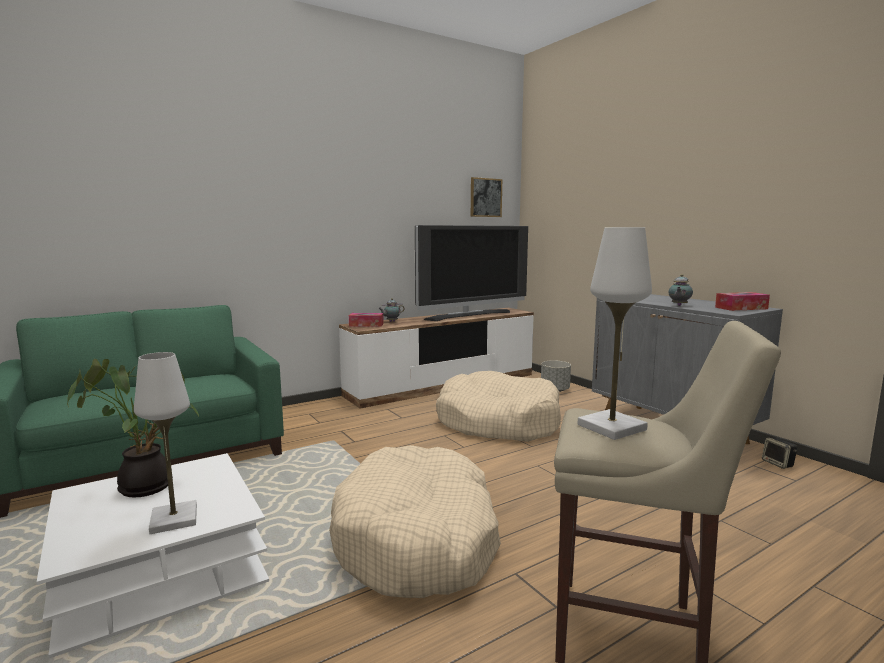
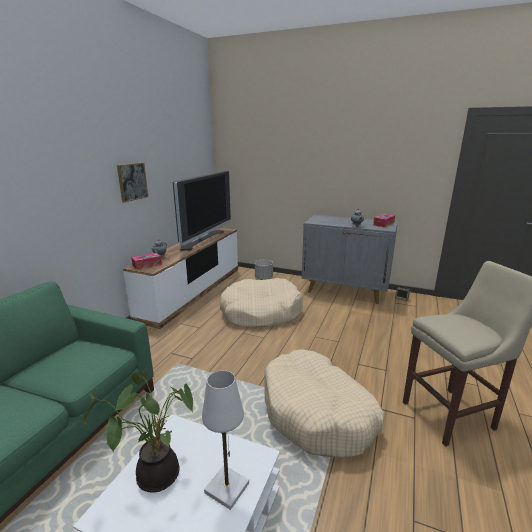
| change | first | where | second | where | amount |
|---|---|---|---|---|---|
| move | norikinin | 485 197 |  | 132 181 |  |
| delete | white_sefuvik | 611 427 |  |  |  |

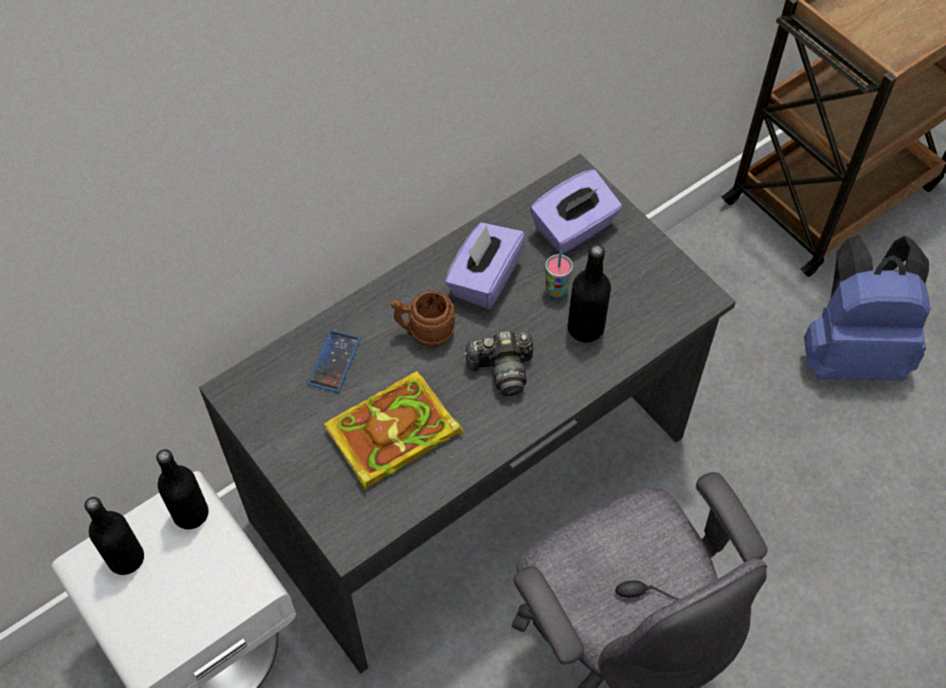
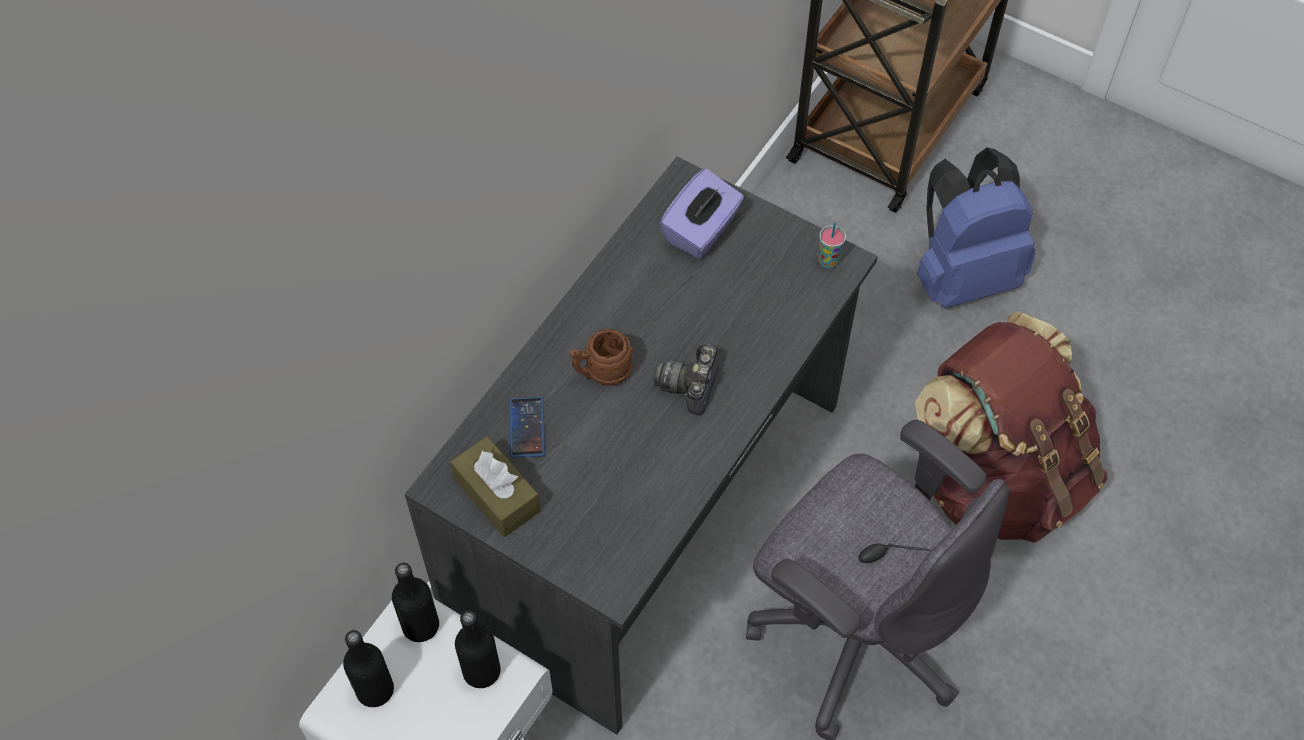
| change | first | where | second | where | amount |
|---|---|---|---|---|---|
| delete | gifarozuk | 391 435 |  |  |  |
| delete | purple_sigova | 484 279 |  |  |  |
| rotate | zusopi | 502 370 |  | 690 385 | 135 degrees clockwise |
| move | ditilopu | 556 290 |  | 828 261 |  |
| move | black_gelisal | 585 328 |  | 481 671 |  |
| insert |  |  | brown_sigova | 497 495 |  |
| insert |  |  | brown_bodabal | 998 477 |  |

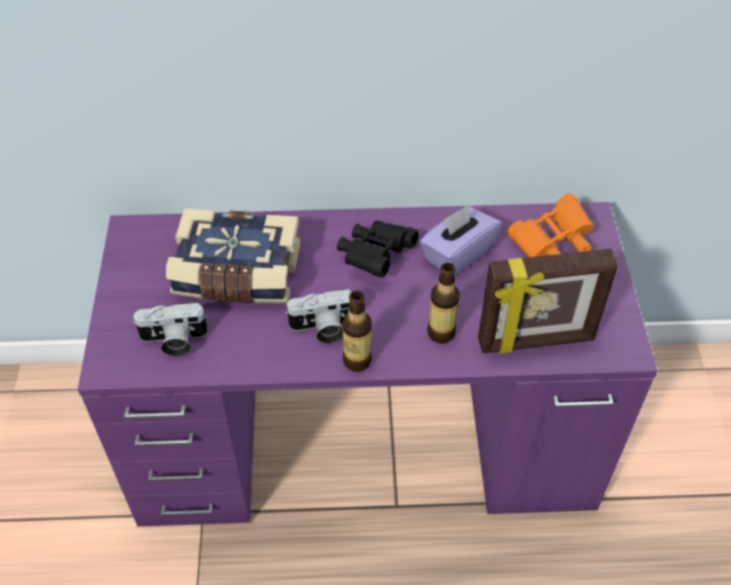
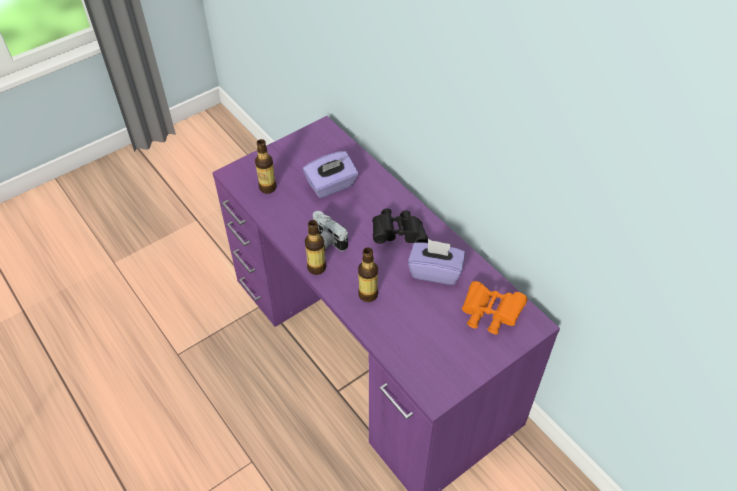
| change | first | where | second | where | amount |
|---|---|---|---|---|---|
| replace | zusopi | 173 341 | gelisal | 268 188 |  |
| replace | gifarozuk | 237 275 | purple_sigova | 331 185 |  |
| delete | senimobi | 536 341 |  |  |  |

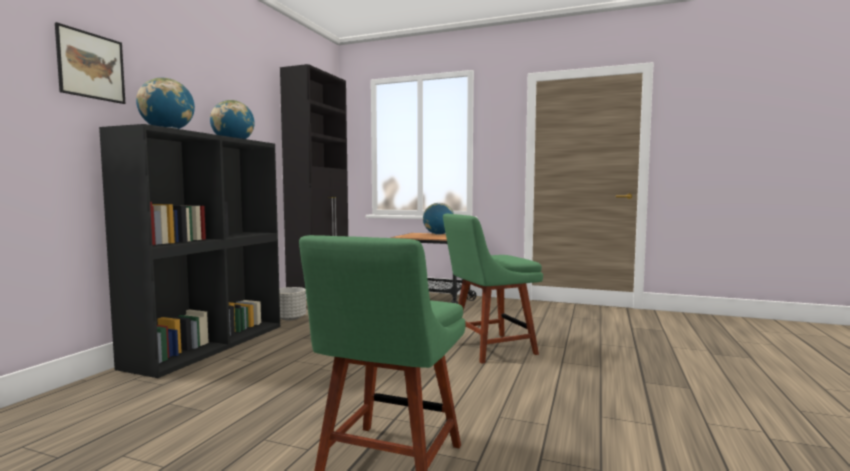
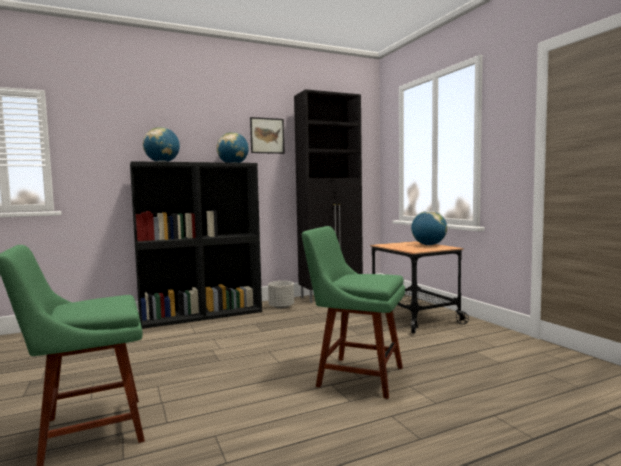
| change | first | where | second | where | amount |
|---|---|---|---|---|---|
| move | norikinin | 91 66 |  | 267 135 |  |

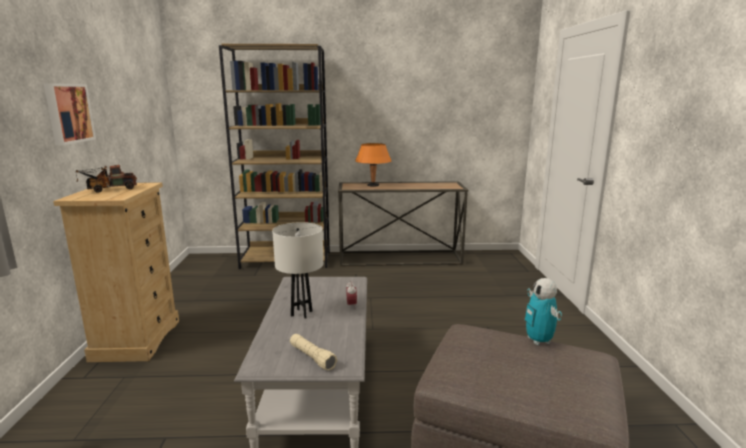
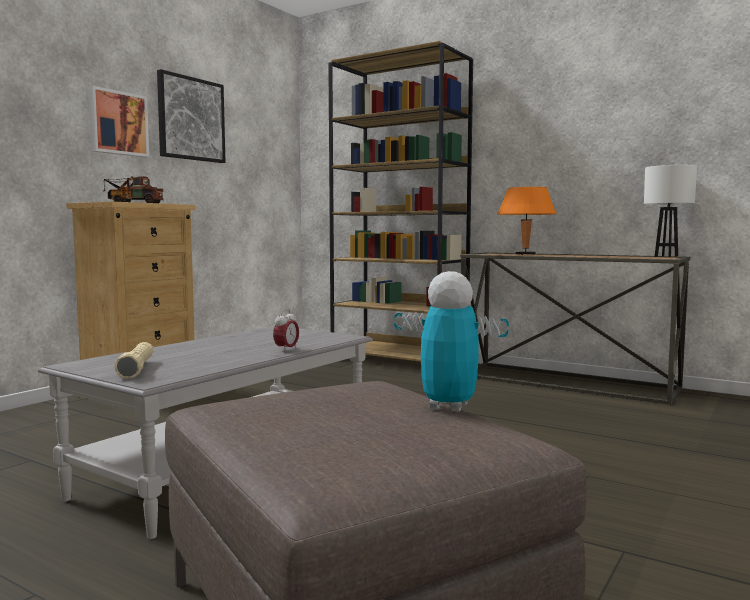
| change | first | where | second | where | amount |
|---|---|---|---|---|---|
| move | white_sefuvik | 301 313 |  | 666 256 |  |
| rotate | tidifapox | 539 341 |  | 448 406 | 90 degrees clockwise |
| insert |  |  | norikinin | 191 119 |  |

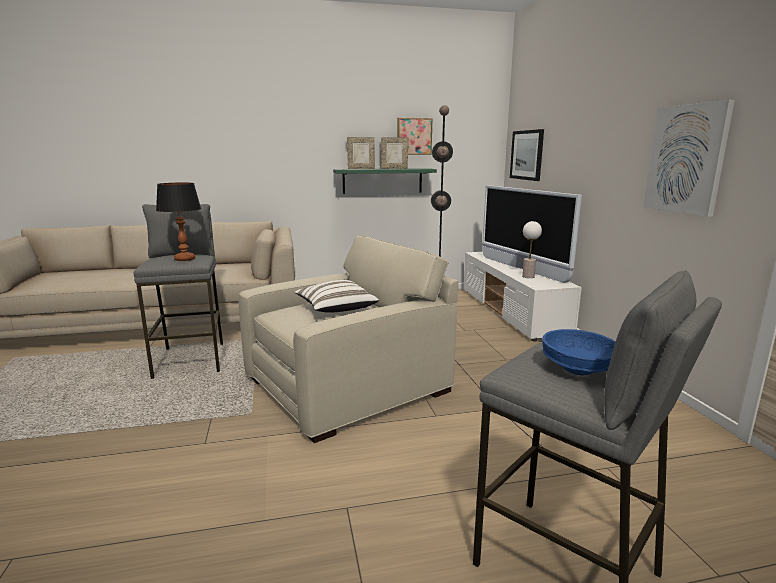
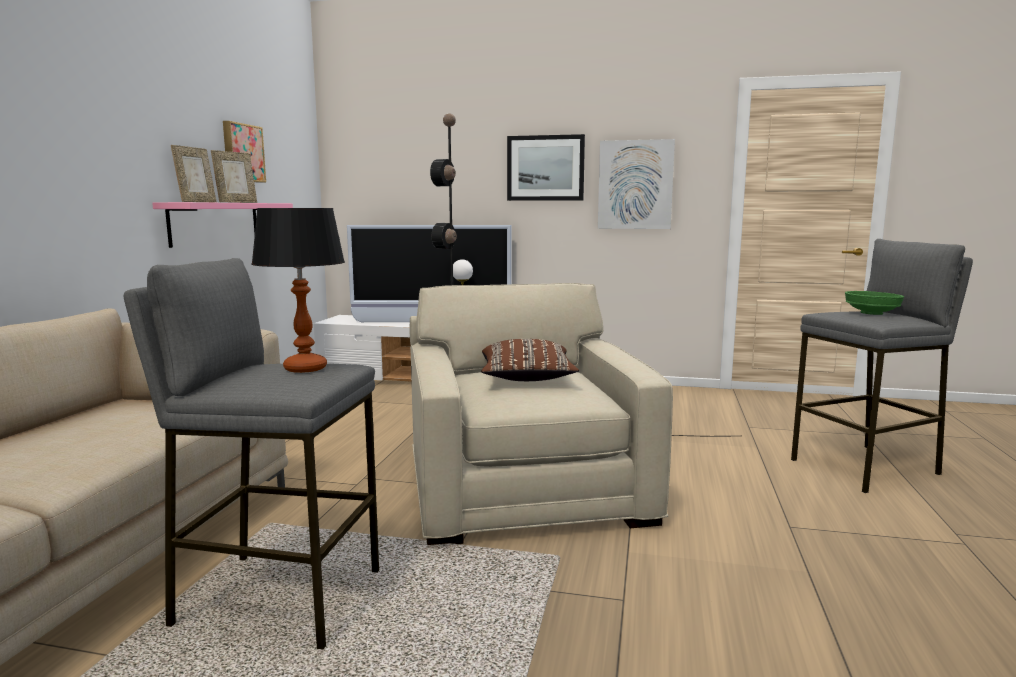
| change | first | where | second | where | amount |
|---|---|---|---|---|---|
| recolor | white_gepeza | 335 309 | brown_gepeza | 526 379 |  |
| recolor | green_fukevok | 382 180 | pink_fukevok | 215 223 |  |
| move | norikinin | 527 155 |  | 545 168 |  |
| recolor | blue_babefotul | 577 369 | green_babefotul | 872 313 |  |

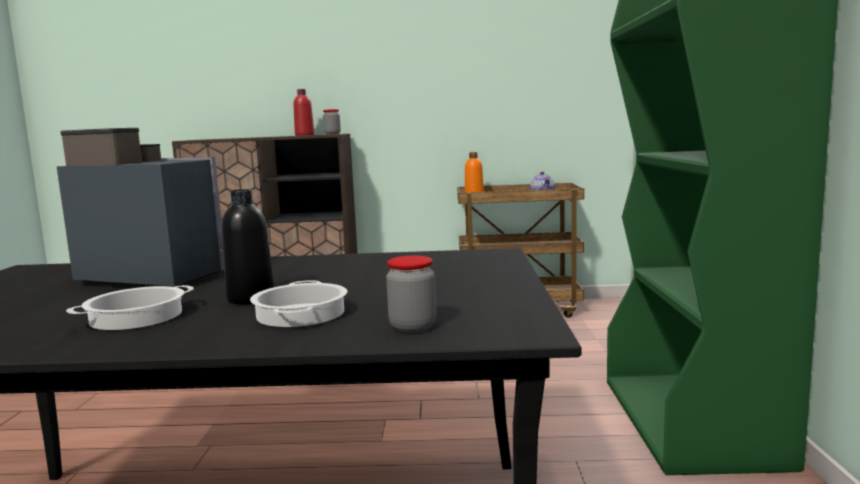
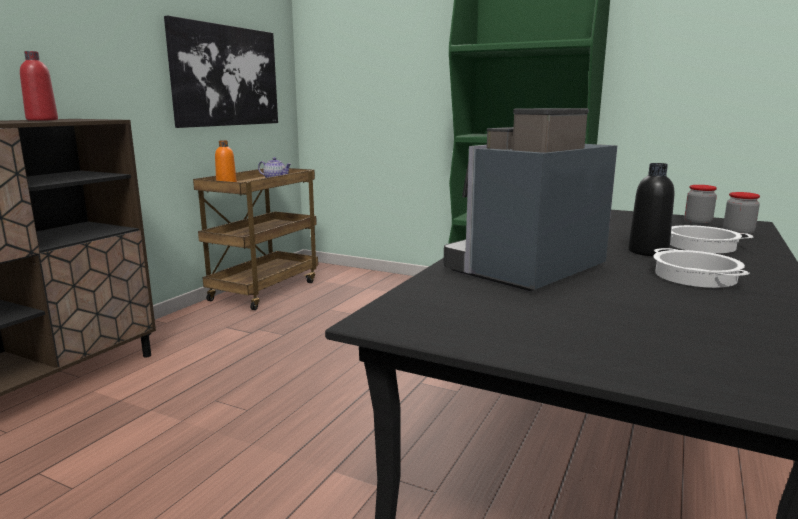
| change | first | where | second | where | amount |
|---|---|---|---|---|---|
| move | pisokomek | 332 134 |  | 697 223 |  |
| insert |  |  | norikinin | 226 76 |  |

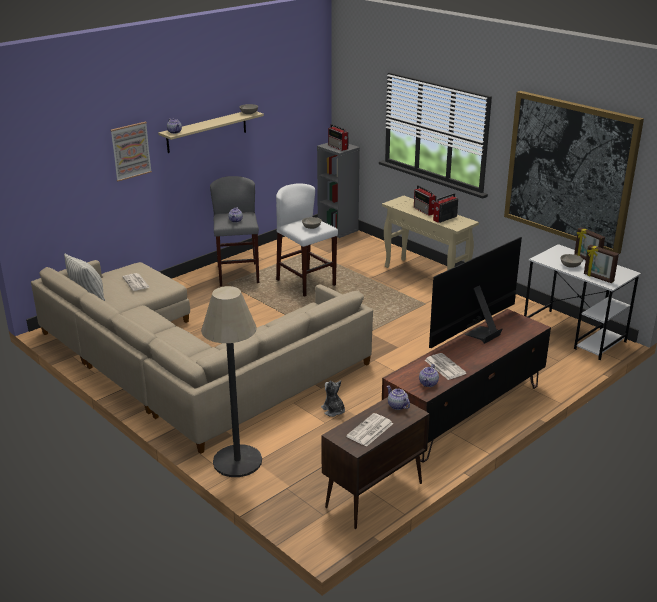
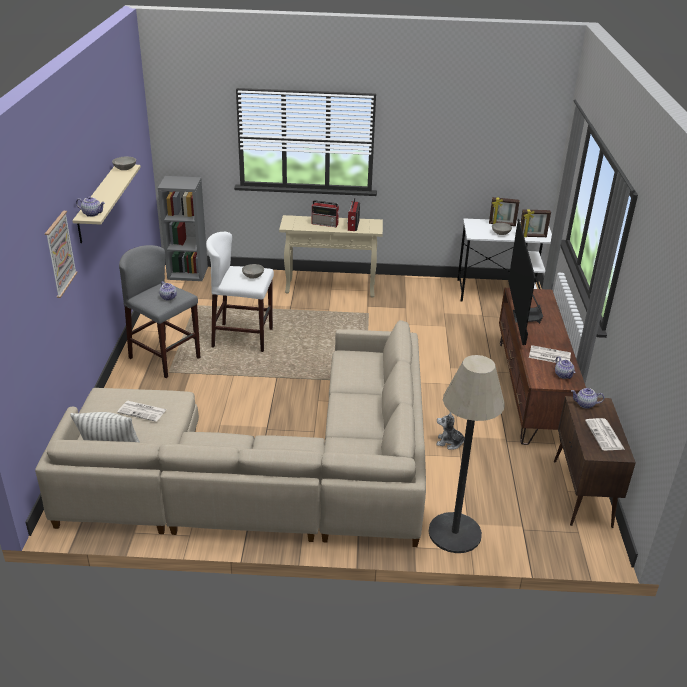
| change | first | where | second | where | amount |
|---|---|---|---|---|---|
| delete | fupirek | 338 147 |  |  |  |
| delete | norikinin | 570 170 |  |  |  |

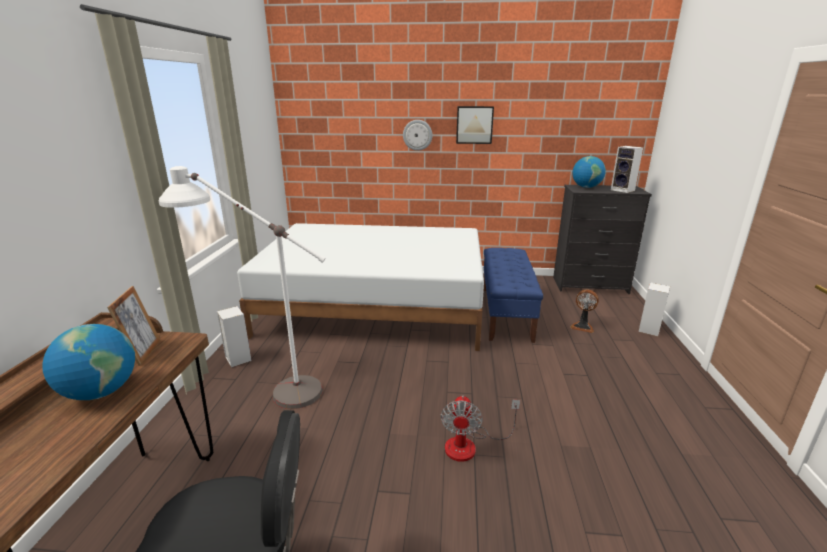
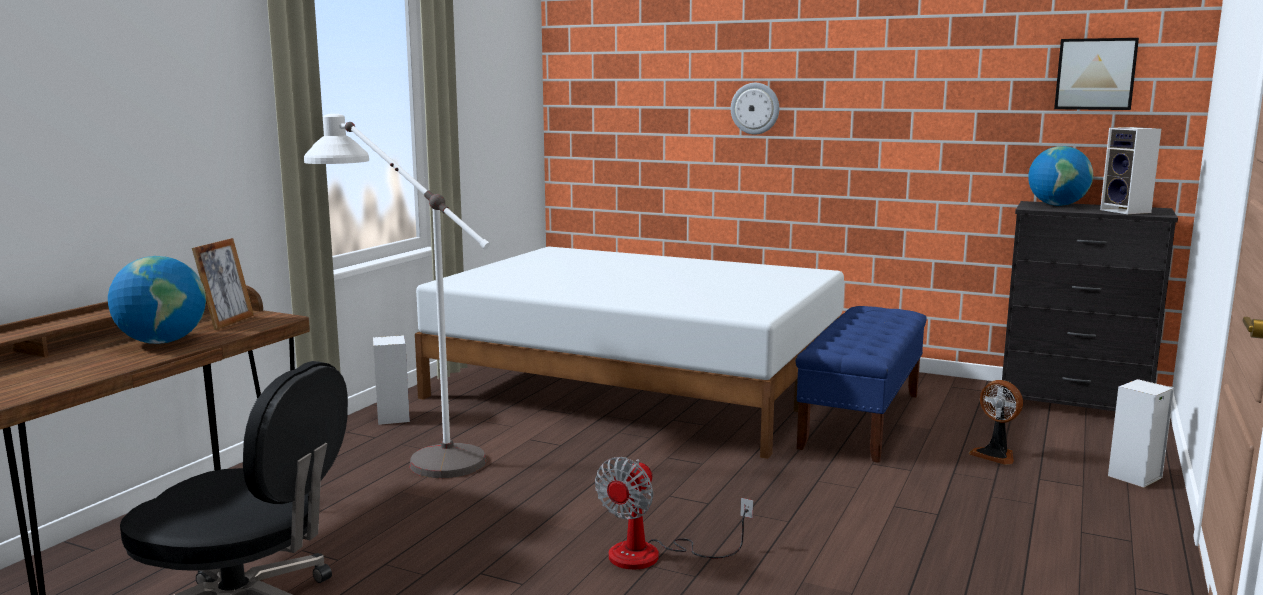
| change | first | where | second | where | amount |
|---|---|---|---|---|---|
| move | norikinin | 474 125 |  | 1095 74 |  |

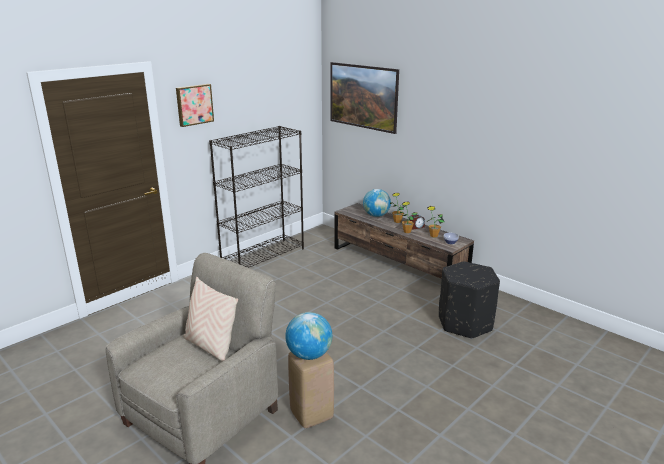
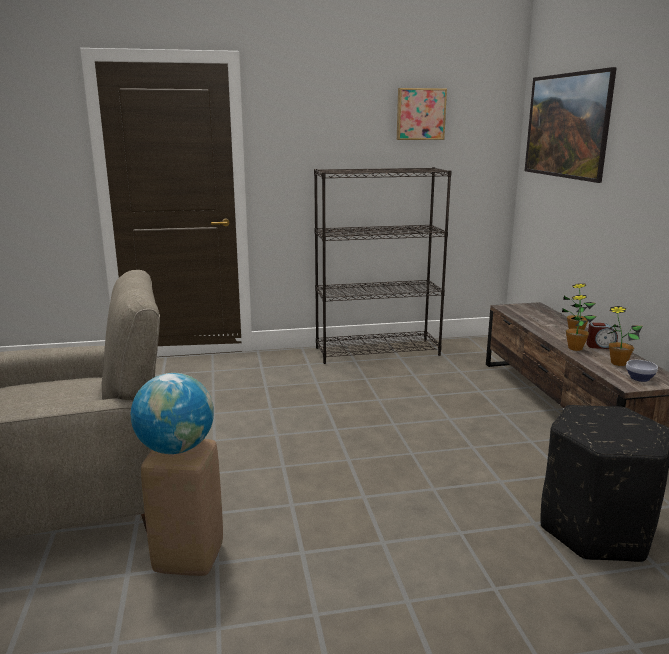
| change | first | where | second | where | amount |
|---|---|---|---|---|---|
| move | norikinin | 194 104 |  | 420 114 |  |
| delete | beige_gepeza | 210 346 |  |  |  |
| delete | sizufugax | 376 215 |  |  |  |

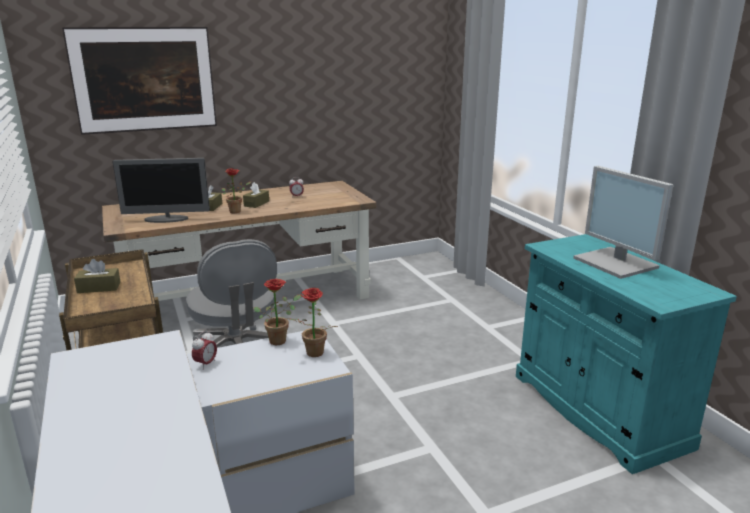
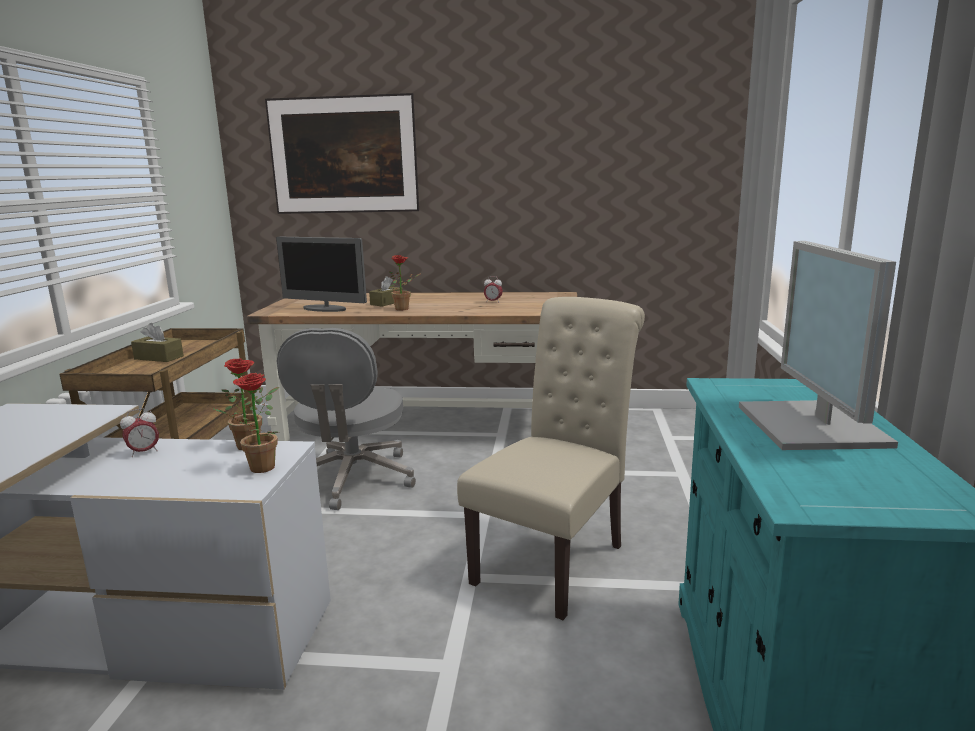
| change | first | where | second | where | amount |
|---|---|---|---|---|---|
| delete | brown_sigova | 256 203 |  |  |  |
| insert |  |  | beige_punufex | 556 559 |  |

